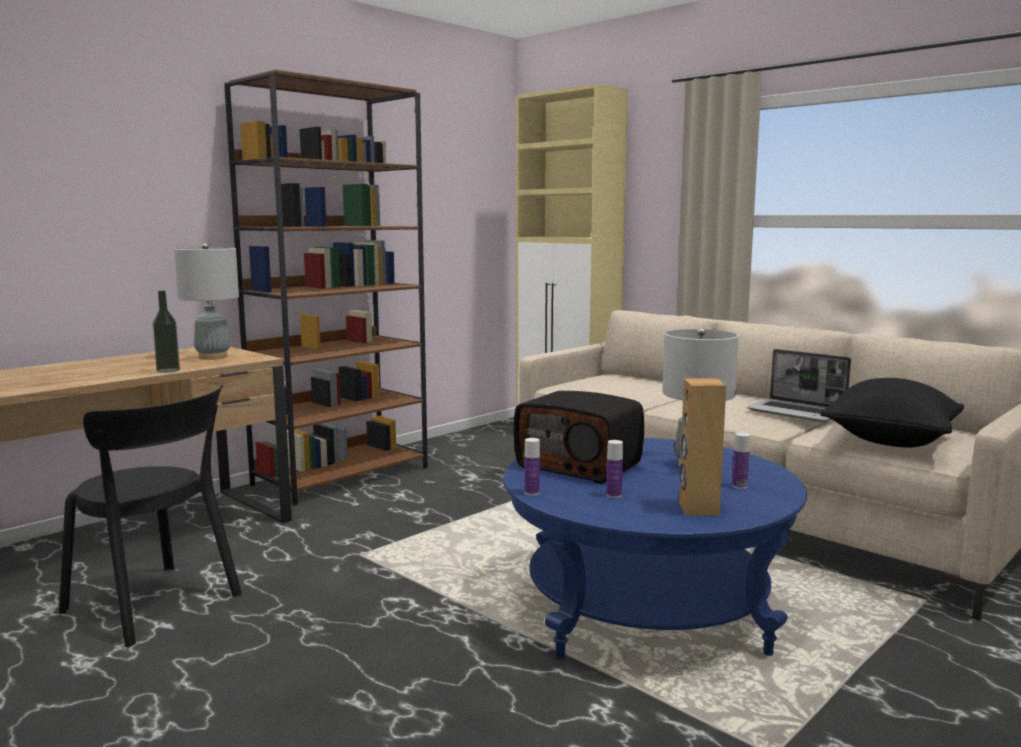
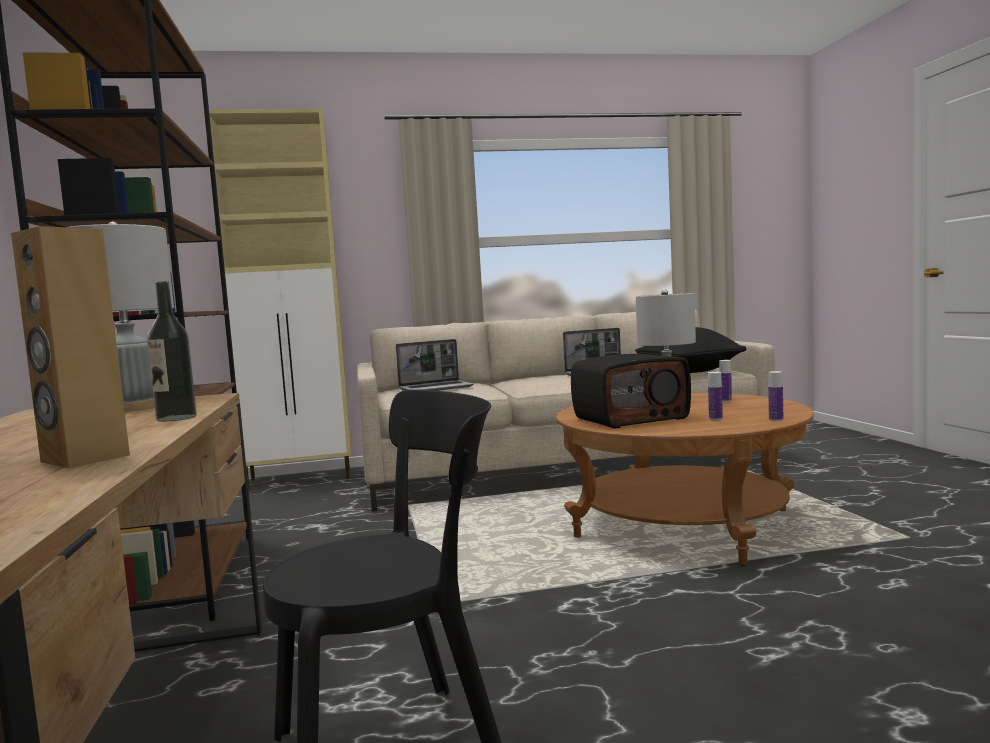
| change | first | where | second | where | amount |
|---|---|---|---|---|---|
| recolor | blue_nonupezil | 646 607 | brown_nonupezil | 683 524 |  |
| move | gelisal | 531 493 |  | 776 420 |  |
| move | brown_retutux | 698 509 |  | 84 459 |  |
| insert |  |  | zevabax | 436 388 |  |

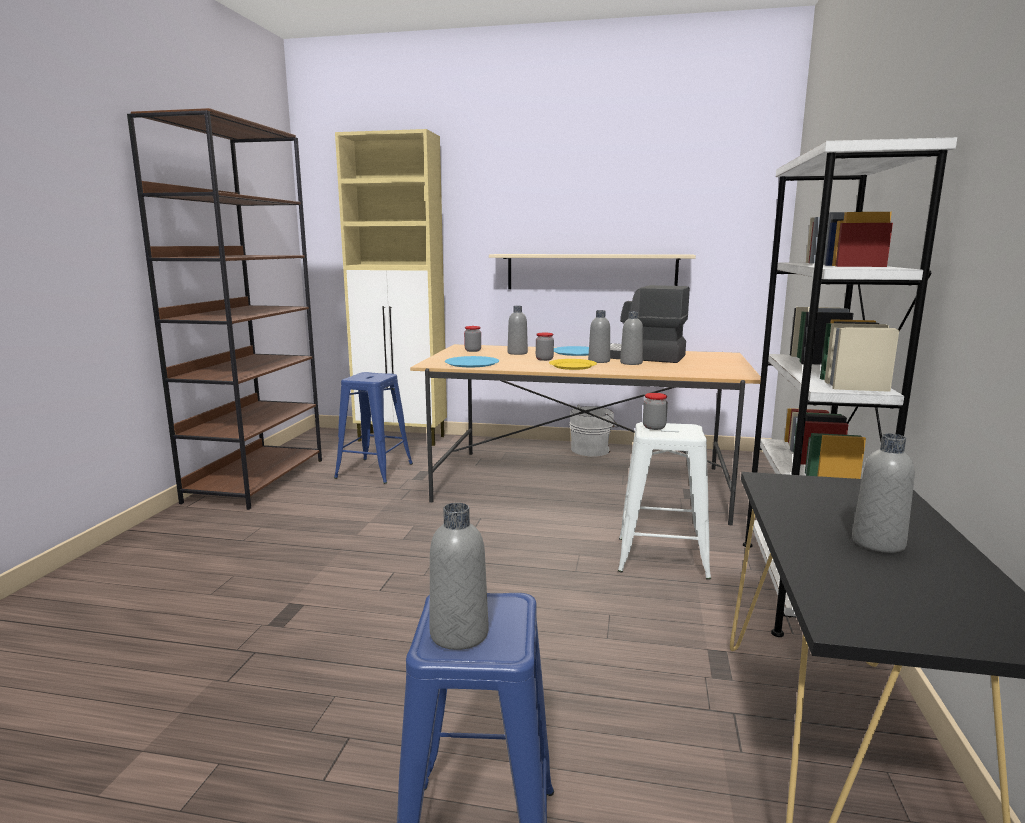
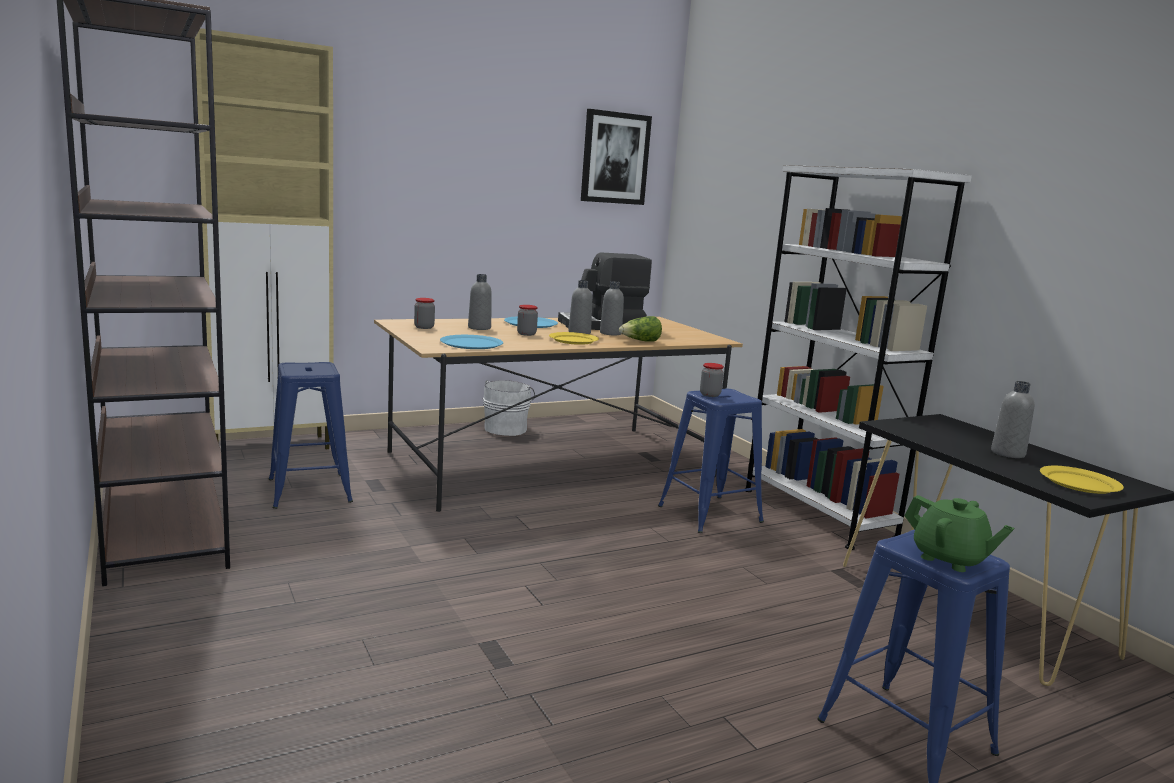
| change | first | where | second | where | amount |
|---|---|---|---|---|---|
| replace | grey_gelisal | 459 634 | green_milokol | 949 559 |  |
| delete | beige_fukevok | 591 272 |  |  |  |
| recolor | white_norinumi | 663 558 | blue_norinumi | 711 514 |  |
| insert |  |  | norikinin | 615 158 |  |
| insert |  |  | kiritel | 640 341 |  |
| insert |  |  | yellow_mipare | 1080 483 |  |

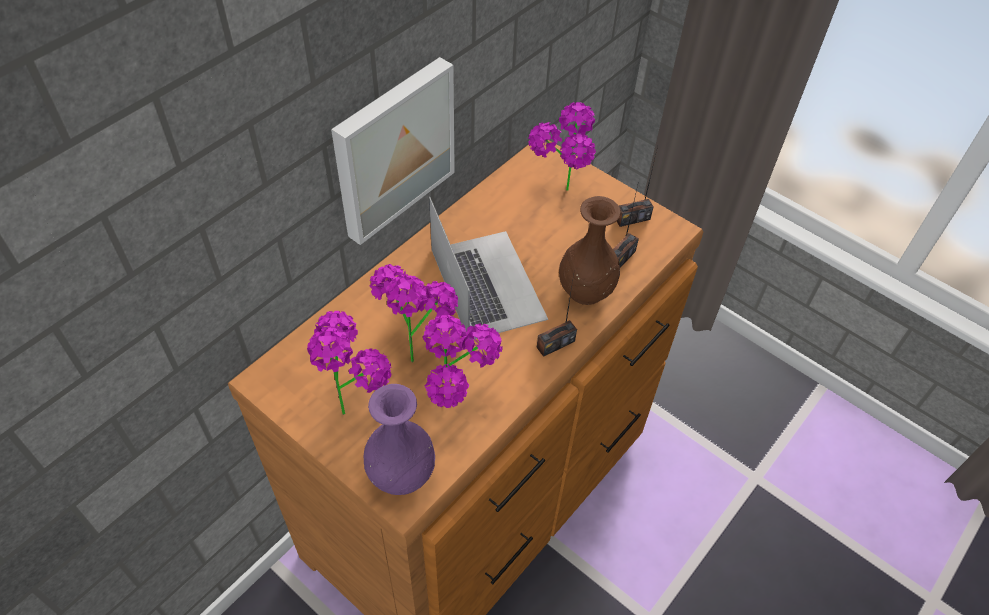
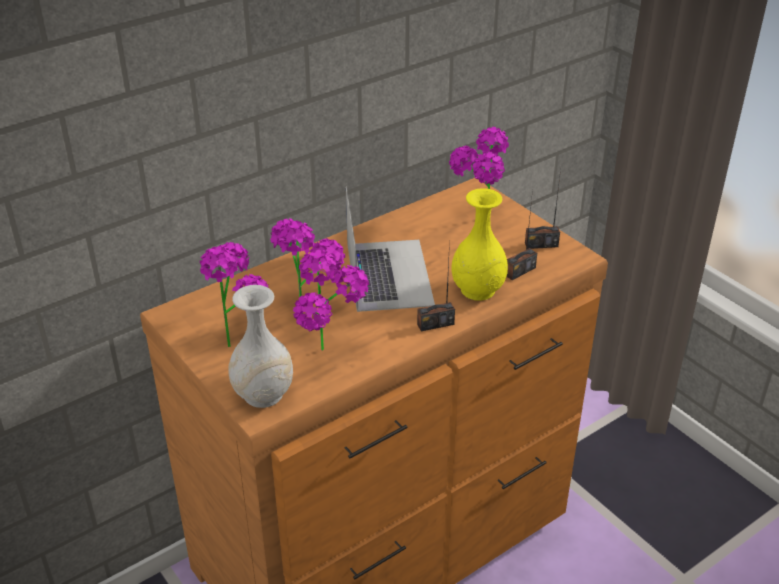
| change | first | where | second | where | amount |
|---|---|---|---|---|---|
| delete | norikinin | 392 149 |  |  |  |
| recolor | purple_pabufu | 402 475 | white_pabufu | 263 395 |  |
| recolor | brown_pabufu | 585 290 | yellow_pabufu | 477 290 |  |

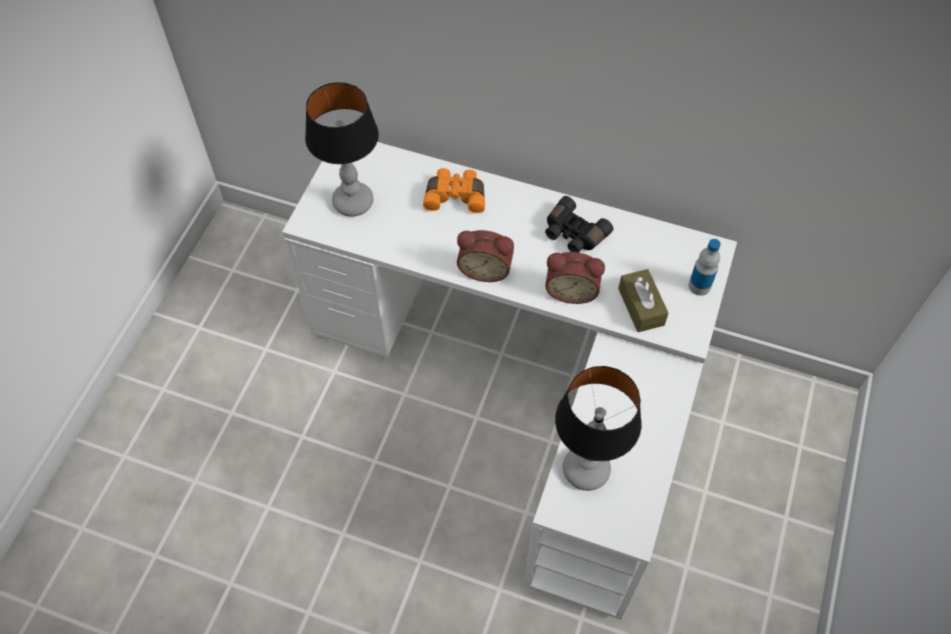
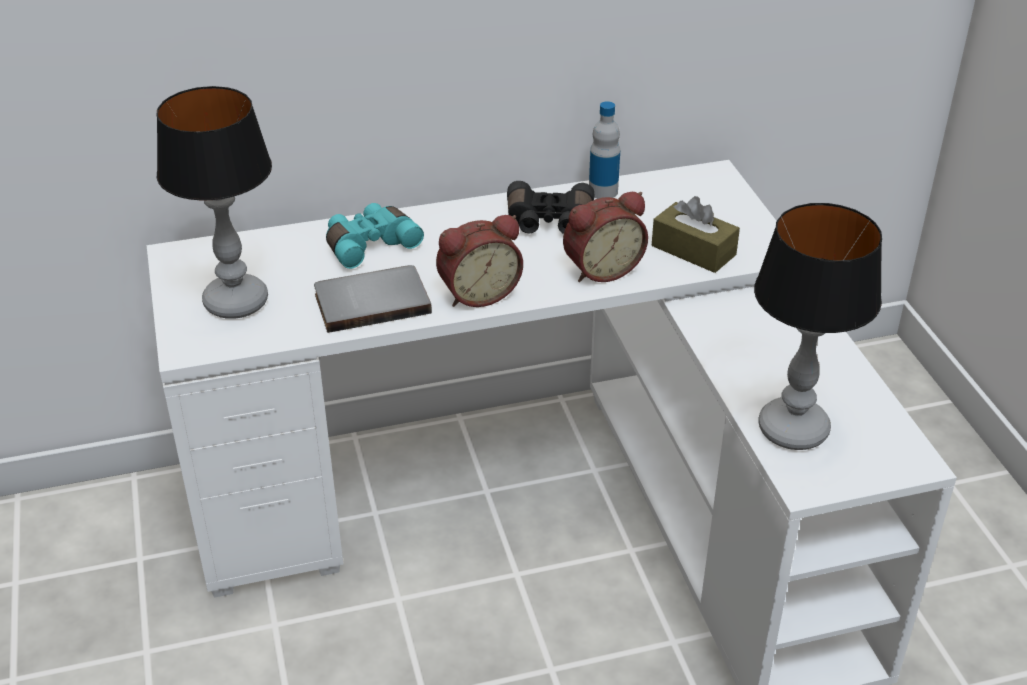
| change | first | where | second | where | amount |
|---|---|---|---|---|---|
| recolor | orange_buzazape | 455 196 | turquoise_buzazape | 369 244 |  |
| move | gelisal | 699 286 |  | 603 191 |  |
| insert |  |  | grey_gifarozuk | 371 300 |  |

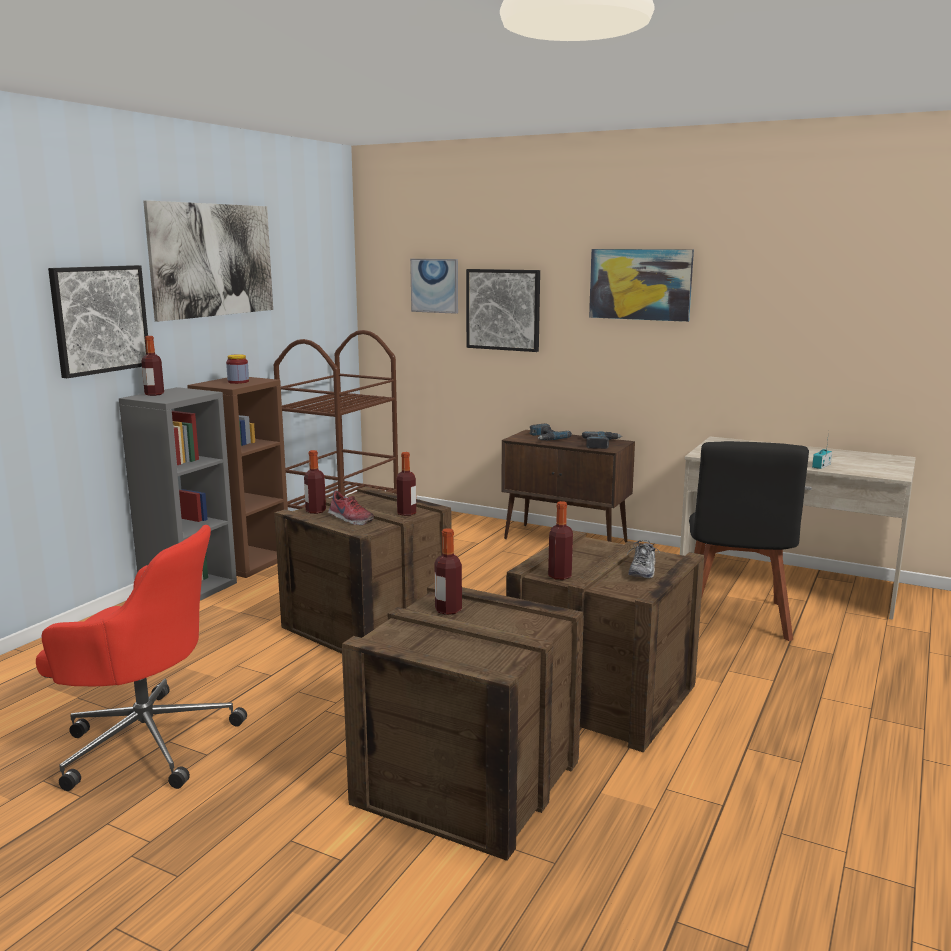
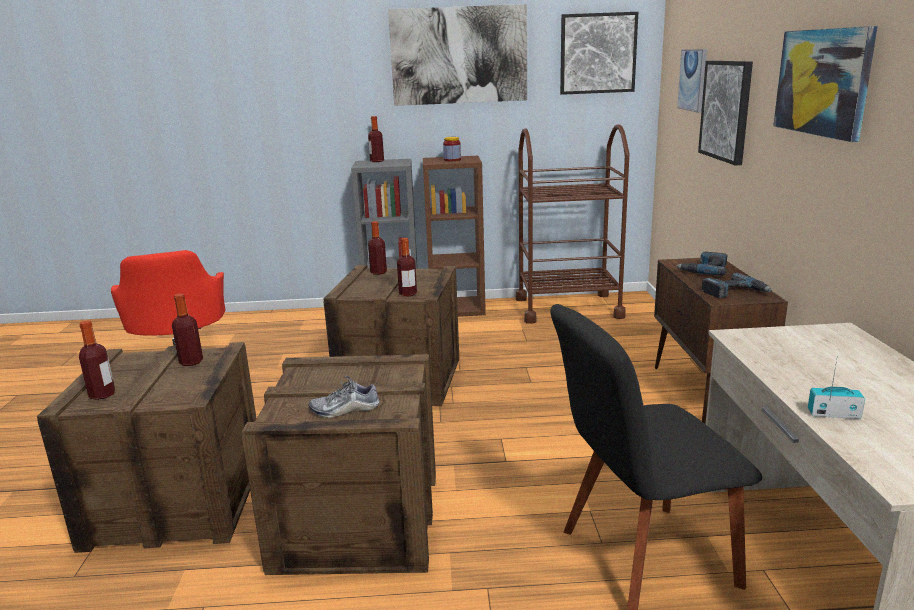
| change | first | where | second | where | amount |
|---|---|---|---|---|---|
| move | norikinin | 100 319 |  | 597 53 |  |
| delete | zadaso | 349 519 |  |  |  |
| move | gelisal | 560 576 |  | 102 395 |  |

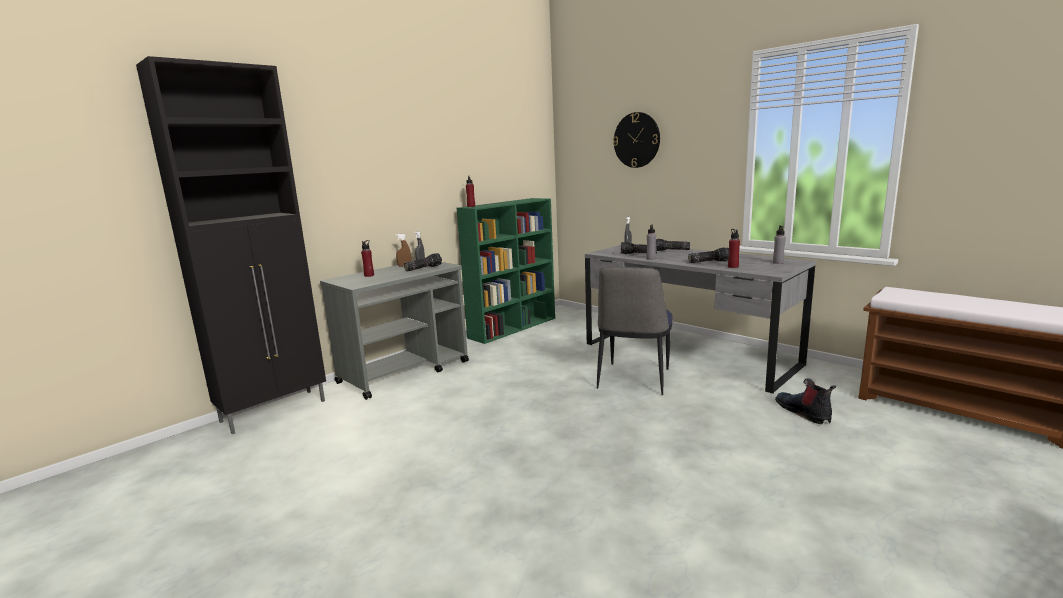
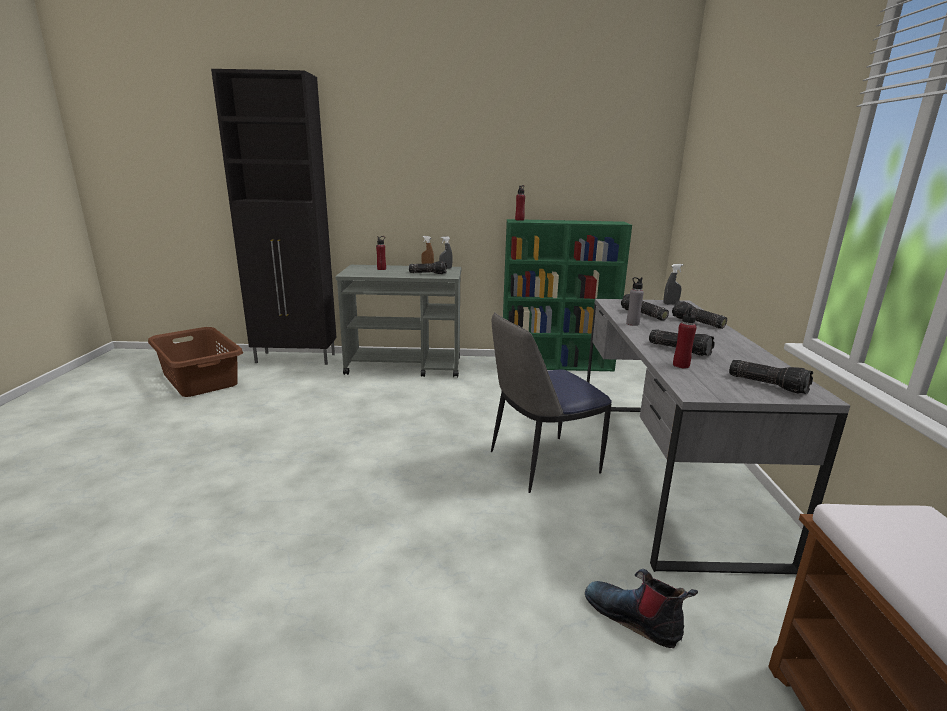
| change | first | where | second | where | amount |
|---|---|---|---|---|---|
| delete | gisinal | 636 140 |  |  |  |
| replace | grey_gelisal | 778 263 | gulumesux | 768 384 |  |
| rotate | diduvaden | 804 412 |  | 633 618 | 75 degrees counterclockwise |
| insert |  |  | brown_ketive | 200 379 |  |

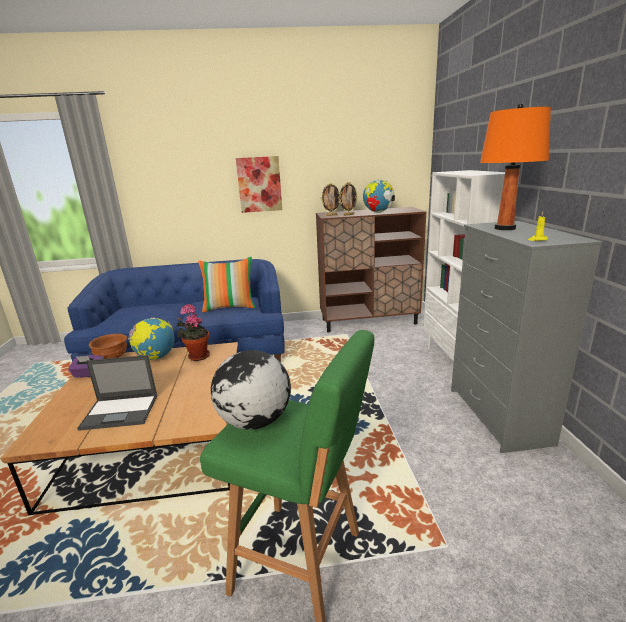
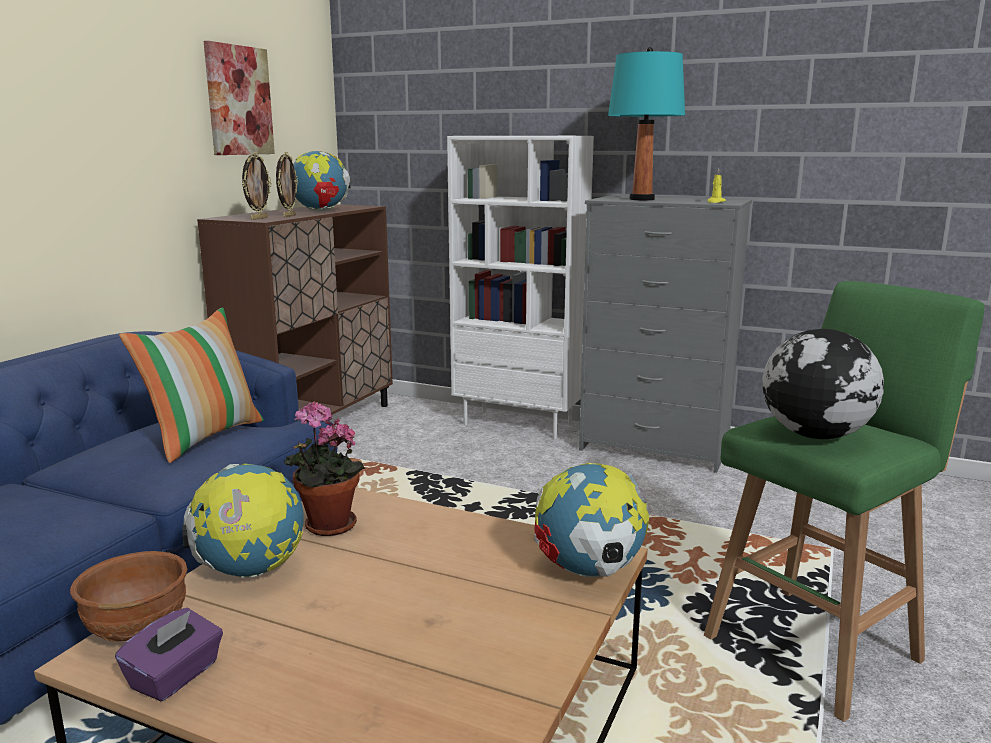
| change | first | where | second | where | amount |
|---|---|---|---|---|---|
| delete | zevabax | 121 411 |  |  |  |
| move | norikinin | 259 184 |  | 239 101 |  |
| recolor | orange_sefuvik | 505 228 | turquoise_sefuvik | 642 199 |  |
| insert |  |  | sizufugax | 589 571 |  |

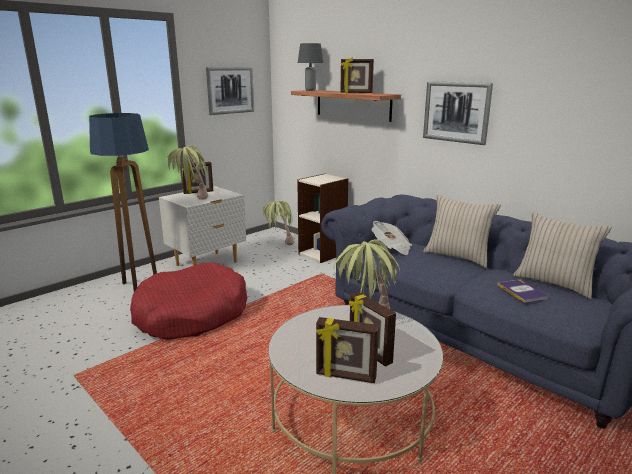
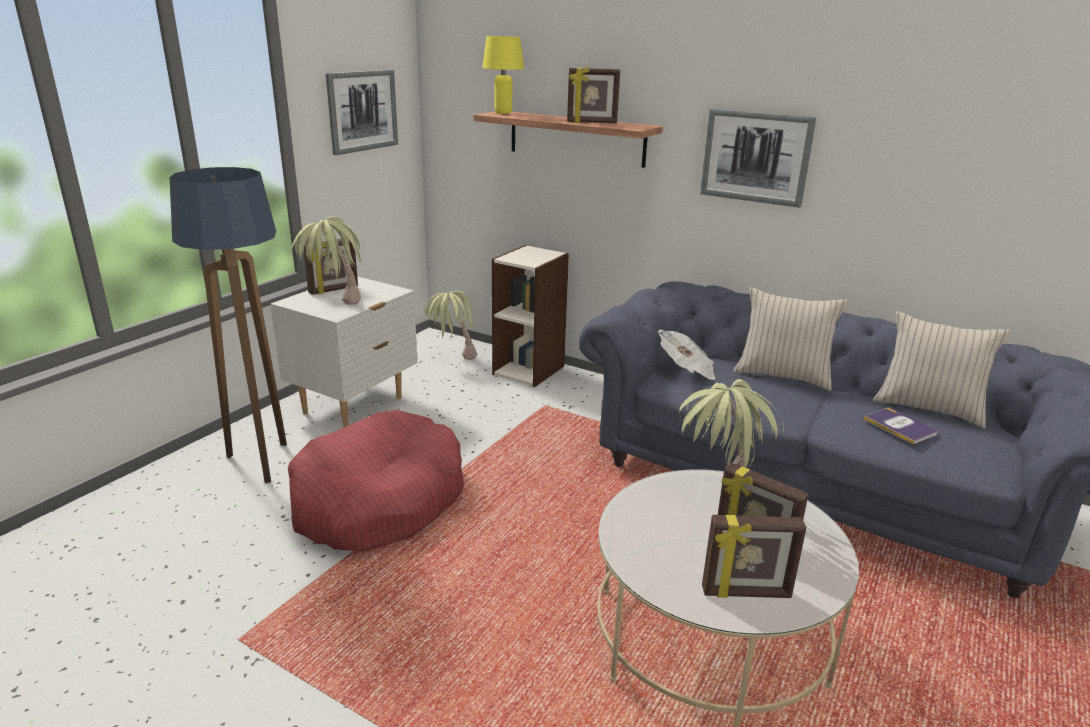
| change | first | where | second | where | amount |
|---|---|---|---|---|---|
| recolor | grey_sefuvik | 310 90 | yellow_sefuvik | 503 113 |  |

